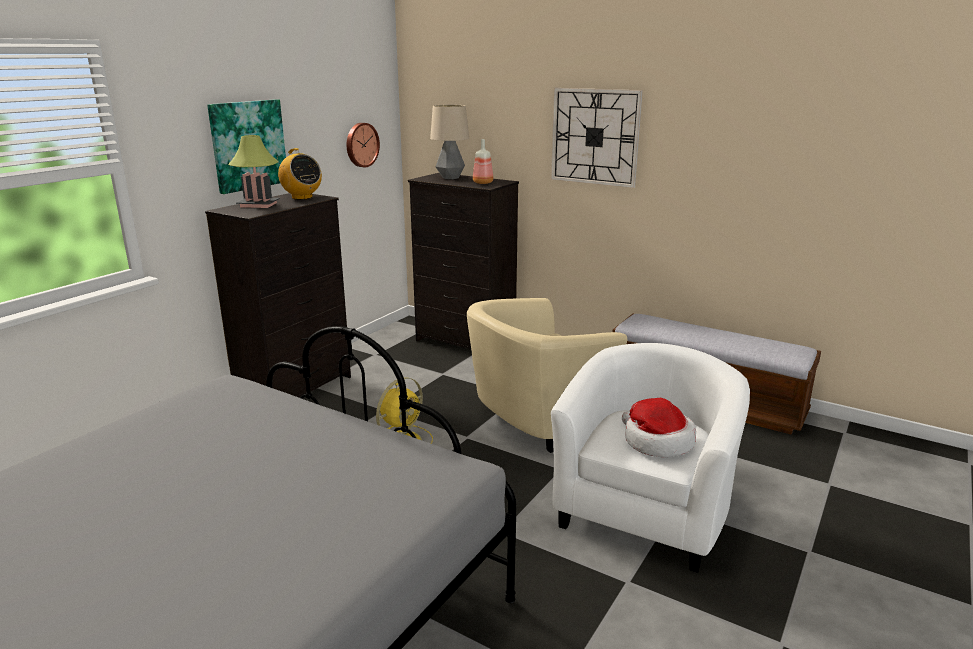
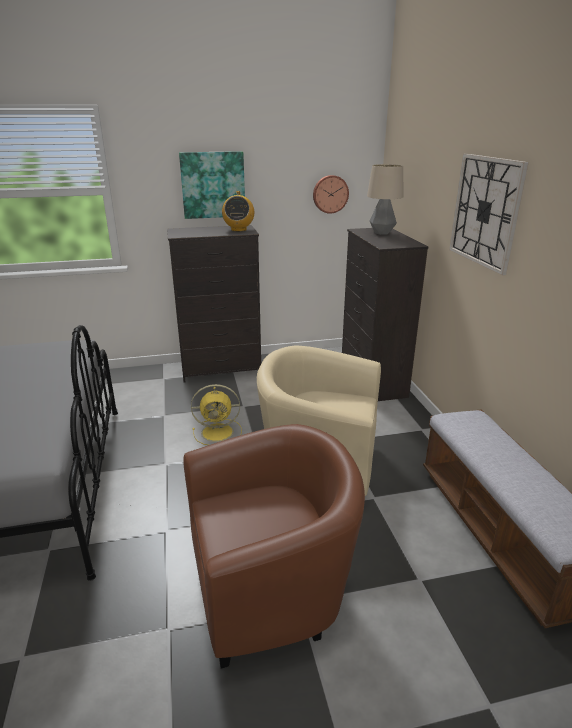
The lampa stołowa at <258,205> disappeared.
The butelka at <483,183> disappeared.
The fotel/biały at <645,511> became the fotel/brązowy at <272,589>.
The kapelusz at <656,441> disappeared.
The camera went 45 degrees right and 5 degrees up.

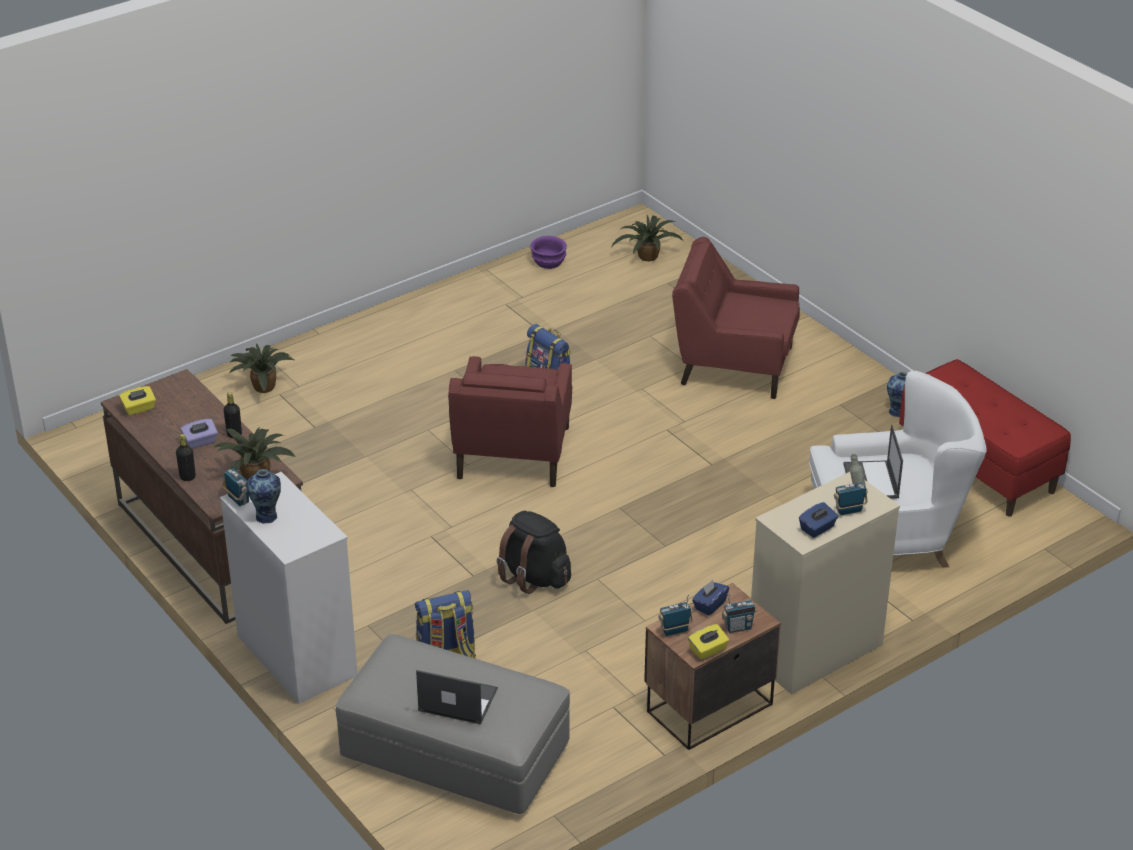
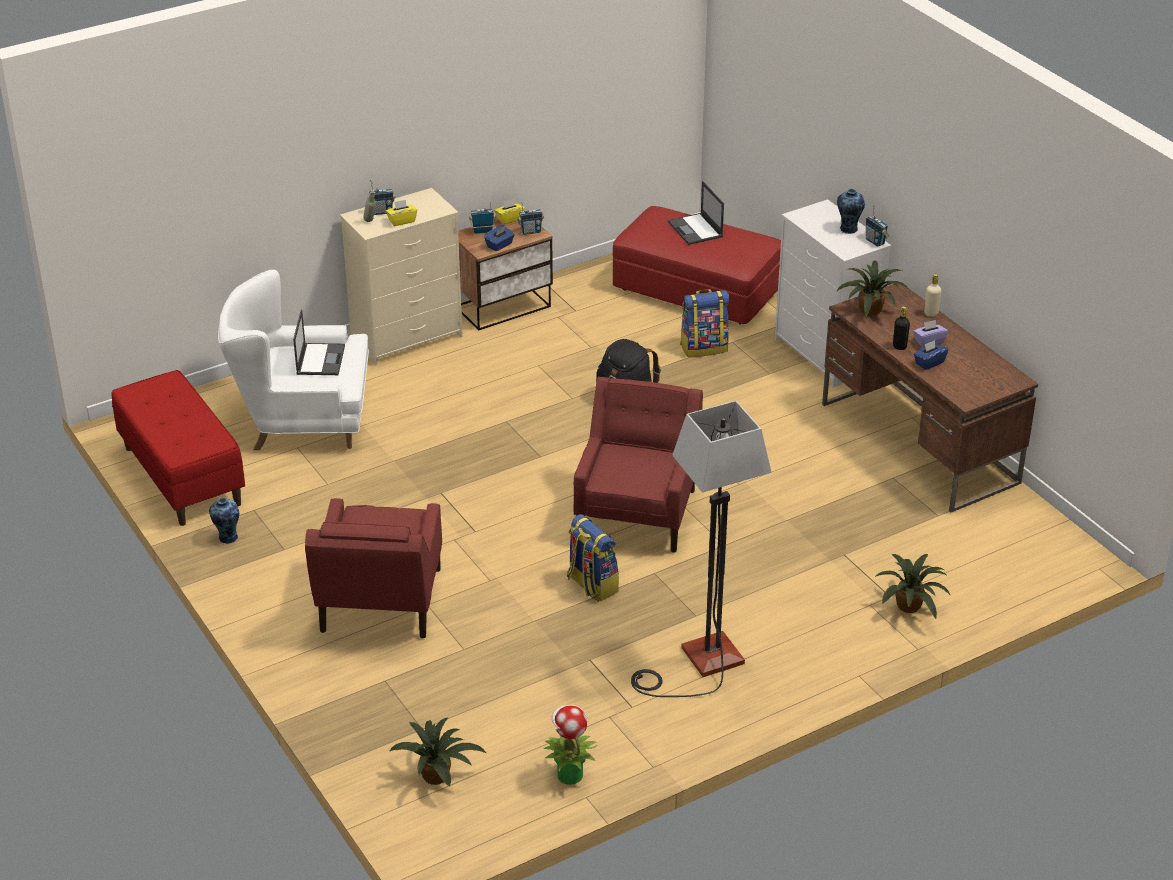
The miska/fioletowy at <549,262> was replaced by the roślina doniczkowa at <569,774>.
The fotel/czerwony at <733,365> turned 75 degrees clockwise.
The pudełko chusteczek/żółty moved from <139,409> to <401,221>.
The butelka/czarny at <187,477> became the butelka/beżowy at <931,313>.
The pudełko chusteczek/niebieski moved from <817,528> to <929,363>.
The pufa/szary at <455,752> became the pufa/czerwony at <697,290>.
The laptop at <456,700> turned 45 degrees clockwise.
The lampa stojąca at <699,664> appeared.
The camera went 175 degrees left and 0 degrees up.

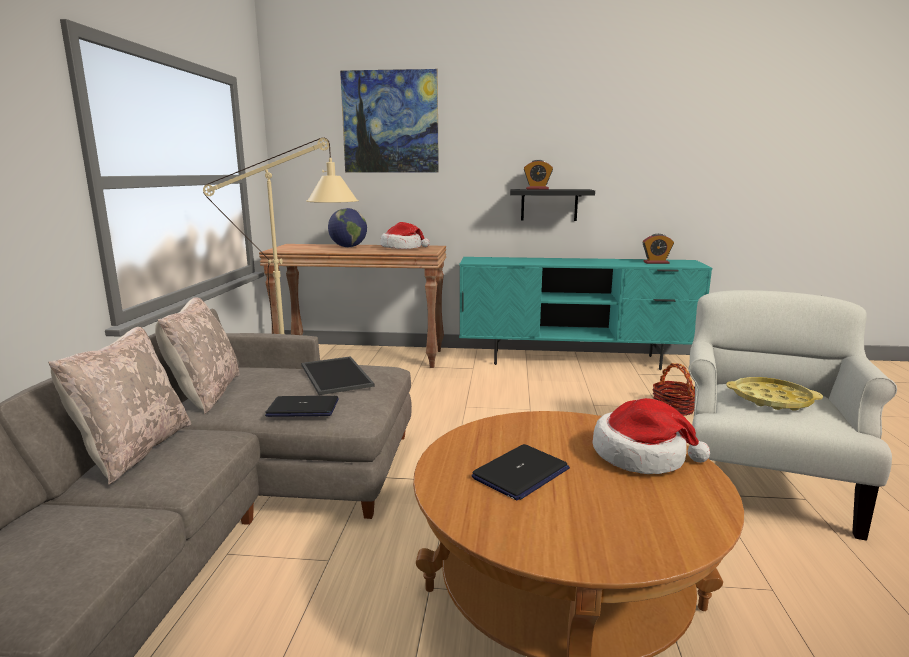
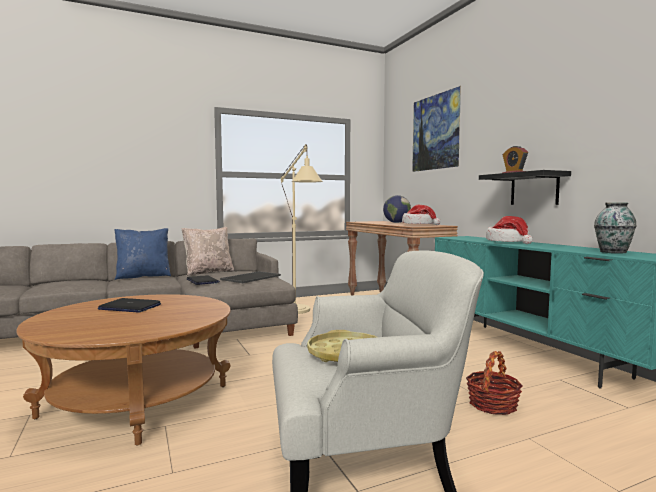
The budzik at <656,262> was replaced by the wazon at <613,252>.
The poduszka/beżowy at <134,451> became the poduszka/niebieski at <143,276>.
The kapelusz moved from <641,455> to <508,242>.
The camera went 60 degrees right and 10 degrees down.

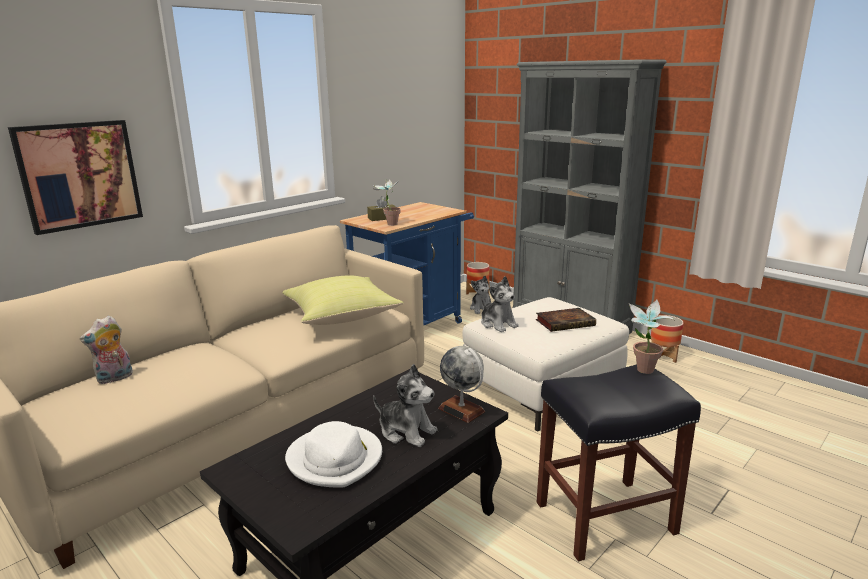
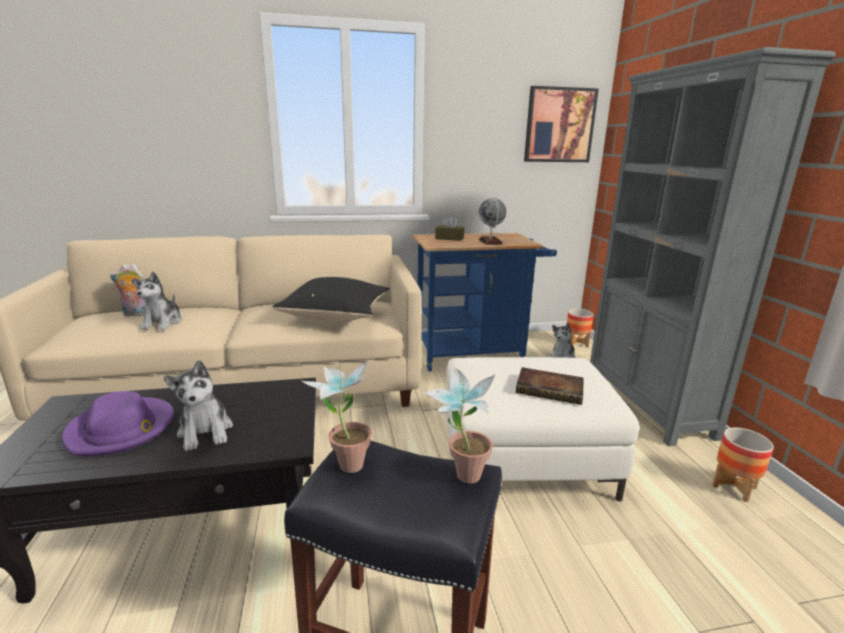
The obraz moved from <79,175> to <559,125>.
The roślina doniczkowa moved from <388,224> to <345,461>.
The poduszka/żółty at <342,316> became the poduszka/czarny at <337,316>.
The pluszak moved from <498,324> to <163,323>.
The globus moved from <461,410> to <490,242>.
The kapelusz/biały at <336,459> became the kapelusz/fioletowy at <122,429>.
The camera went 35 degrees right and 0 degrees up.

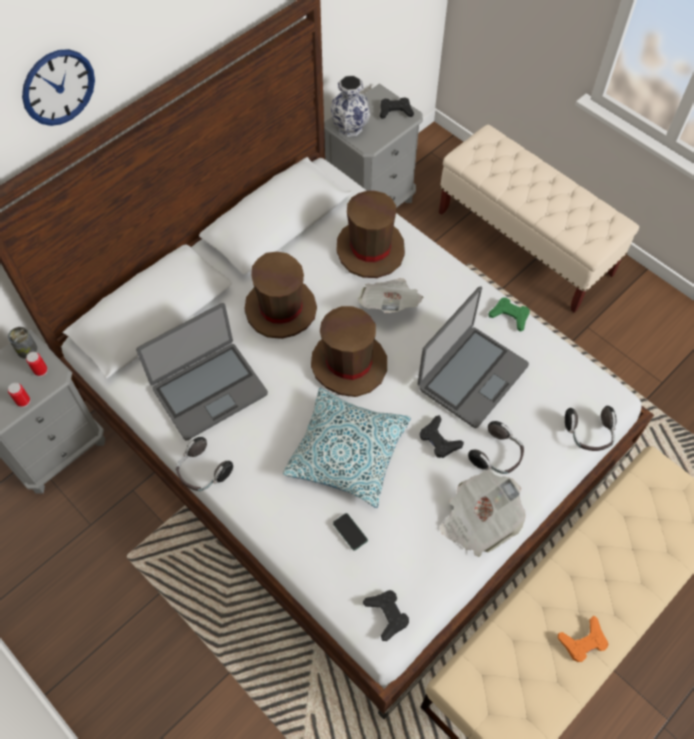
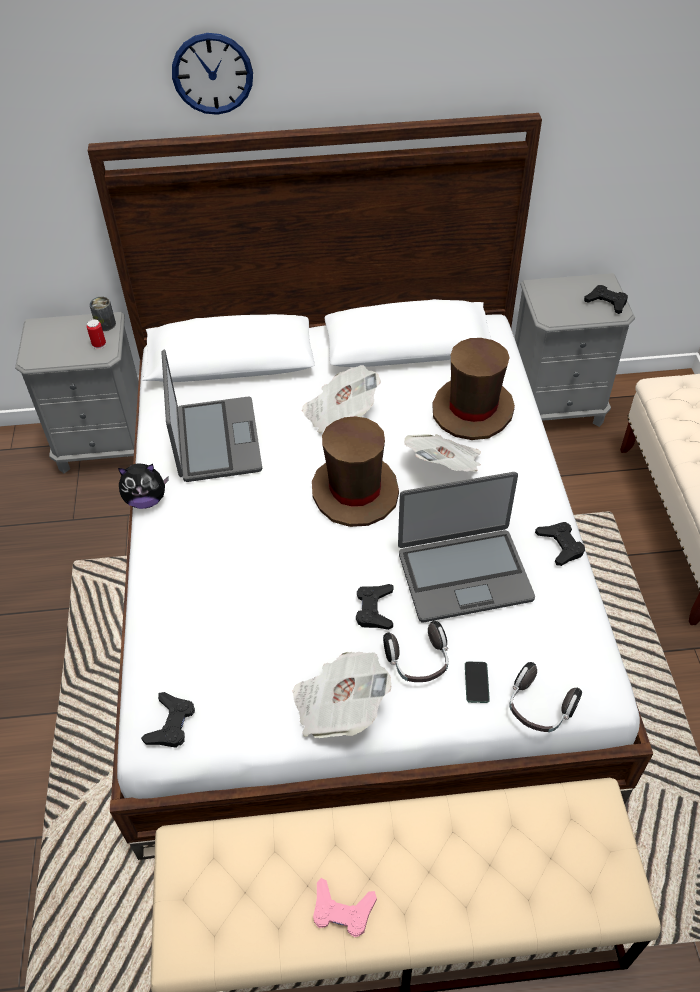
The wazon at <350,128> disappeared.
The kapelusz/brązowy at <280,309> was replaced by the gazeta at <340,413>.
The pad do gier/zielony at <509,316> became the pad do gier/czarny at <560,545>.
The laptop at <209,390> turned 105 degrees counterclockwise.
The puszka at <23,401> disappeared.
The poduszka at <347,452> disappeared.
The słuchawki at <203,472> was replaced by the pluszak at <146,500>.
The telefon moved from <350,532> to <476,682>.
The pad do gier/pomarańczowy at <583,641> became the pad do gier/różowy at <342,910>.
The camera went 40 degrees right and 10 degrees down.

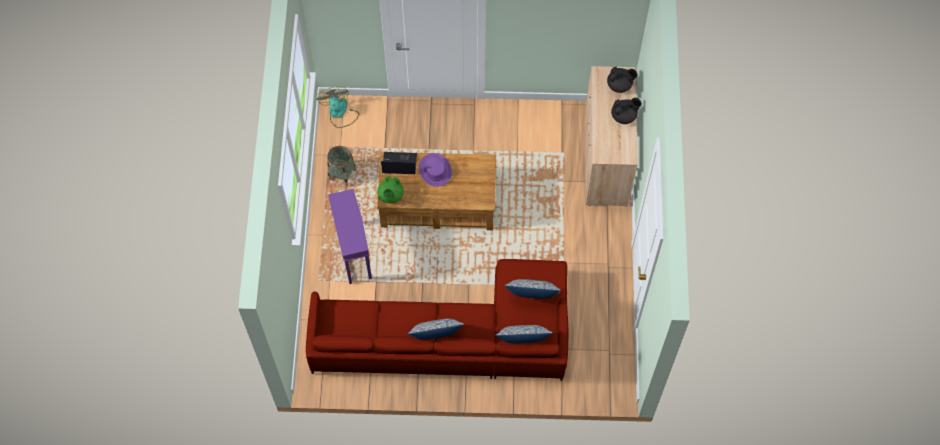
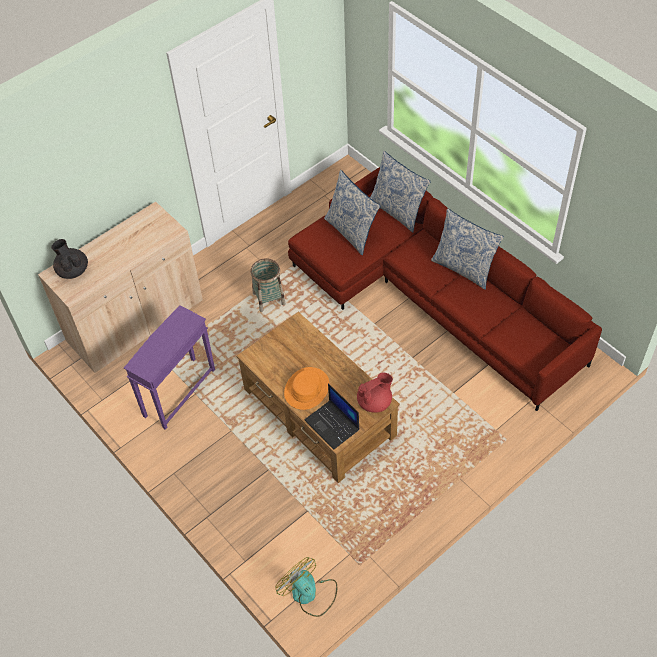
The wentylator at <339,113> turned 105 degrees clockwise.
The imbryk/czarny at <624,116> disappeared.
The koszyk moved from <342,174> to <269,299>.
The kapelusz/fioletowy at <435,170> became the kapelusz/pomarańczowy at <306,389>.
The imbryk/zielony at <390,195> became the imbryk/czerwony at <375,402>.
The stolik/fioletowy moved from <354,252> to <179,393>.
The camera went 130 degrees left and 10 degrees down.

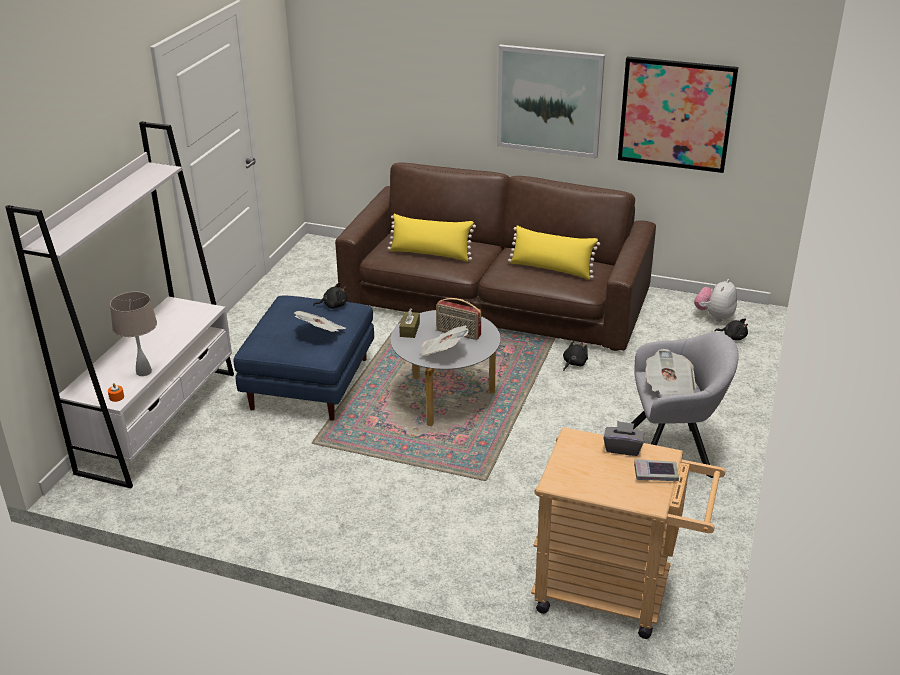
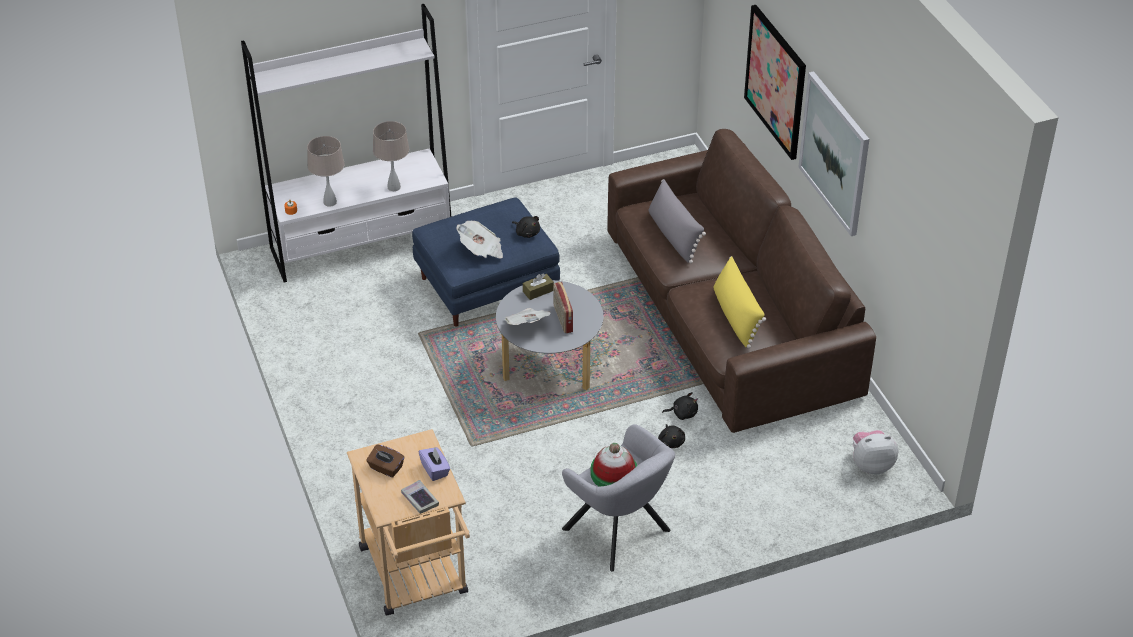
The obraz moved from <676,114> to <776,81>.
The poduszka/żółty at <430,254> became the poduszka/szary at <674,235>.
The pluszak/czarny moved from <733,337> to <671,442>.
The gazeta at <669,389> was replaced by the kapelusz at <613,473>.
The pudełko chusteczek/szary at <622,448> became the pudełko chusteczek/fioletowy at <435,470>.
The lampa stołowa/beżowy at <394,187> appeared.
The pudełko chusteczek/brązowy at <386,468> appeared.
The camera went 50 degrees right and 10 degrees up.

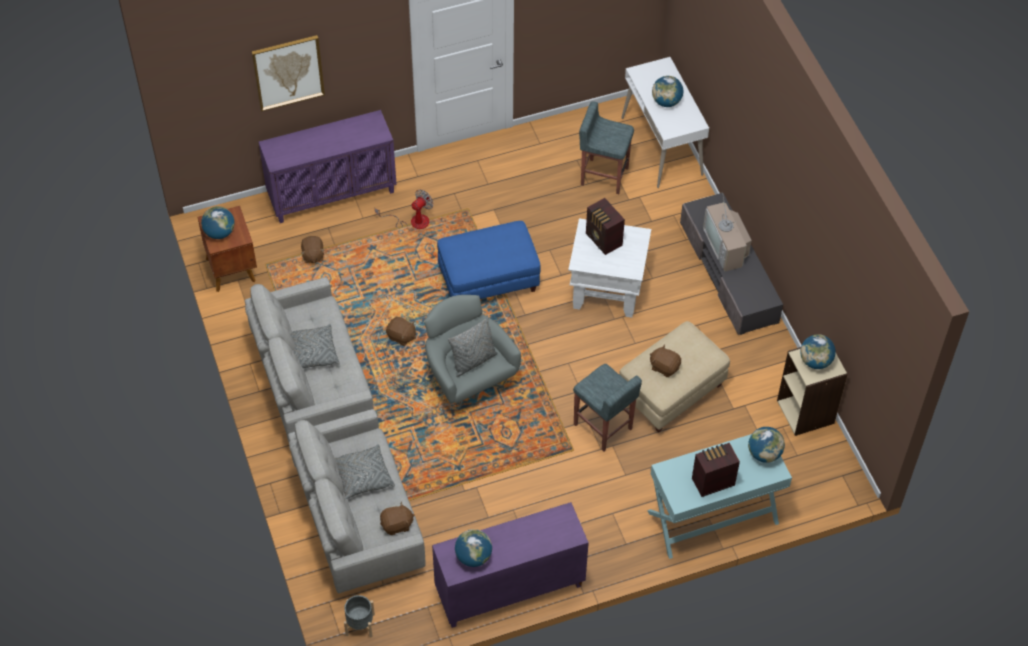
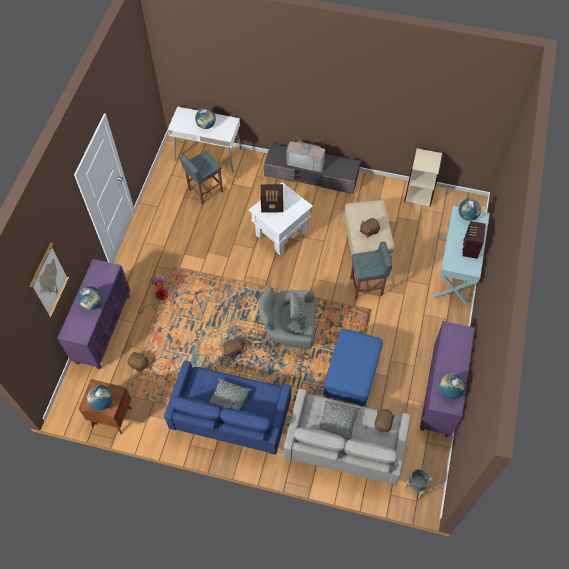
The pufa/niebieski moved from <488,280> to <351,375>.
The kanapa/szary at <312,382> became the kanapa/niebieski at <230,417>.
The globus moved from <815,361> to <92,304>.
The camera went 55 degrees left and 5 degrees up.

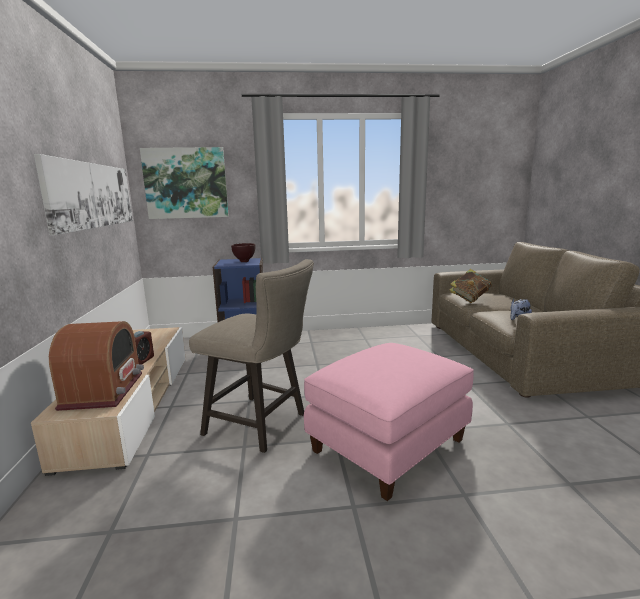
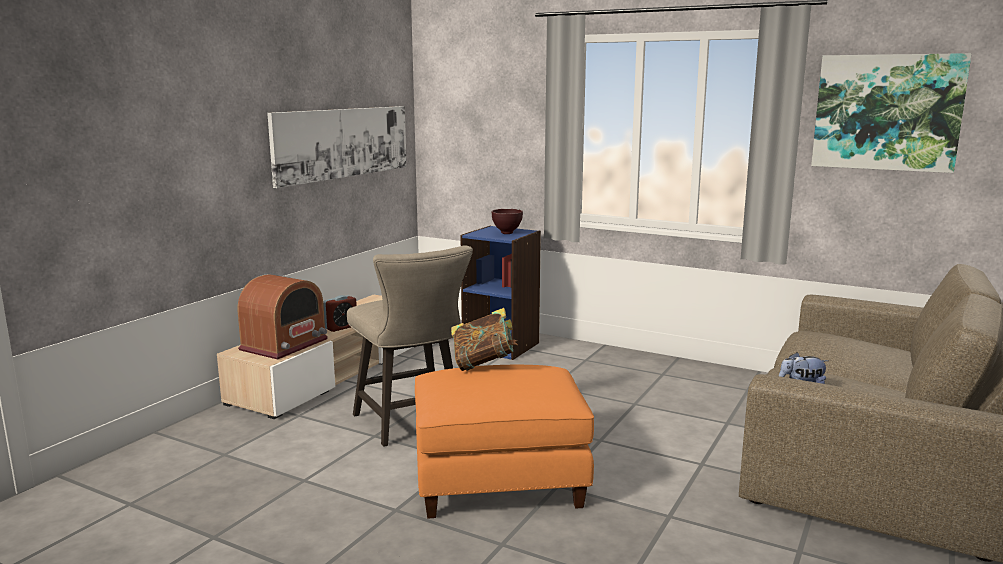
The obraz moved from <186,183> to <887,112>.
The książka moved from <469,299> to <484,364>.
The pufa/różowy at <387,444> became the pufa/pomarańczowy at <499,482>.
The camera went 35 degrees right and 0 degrees up.

